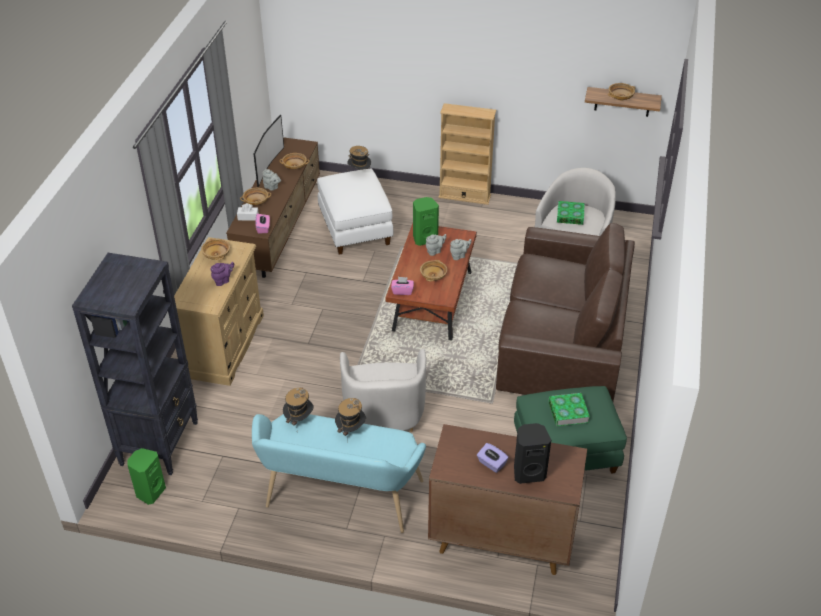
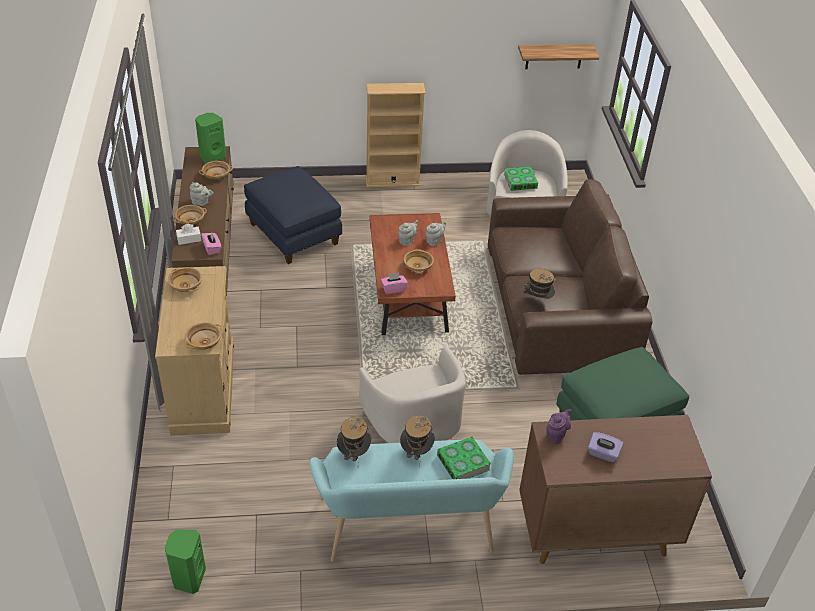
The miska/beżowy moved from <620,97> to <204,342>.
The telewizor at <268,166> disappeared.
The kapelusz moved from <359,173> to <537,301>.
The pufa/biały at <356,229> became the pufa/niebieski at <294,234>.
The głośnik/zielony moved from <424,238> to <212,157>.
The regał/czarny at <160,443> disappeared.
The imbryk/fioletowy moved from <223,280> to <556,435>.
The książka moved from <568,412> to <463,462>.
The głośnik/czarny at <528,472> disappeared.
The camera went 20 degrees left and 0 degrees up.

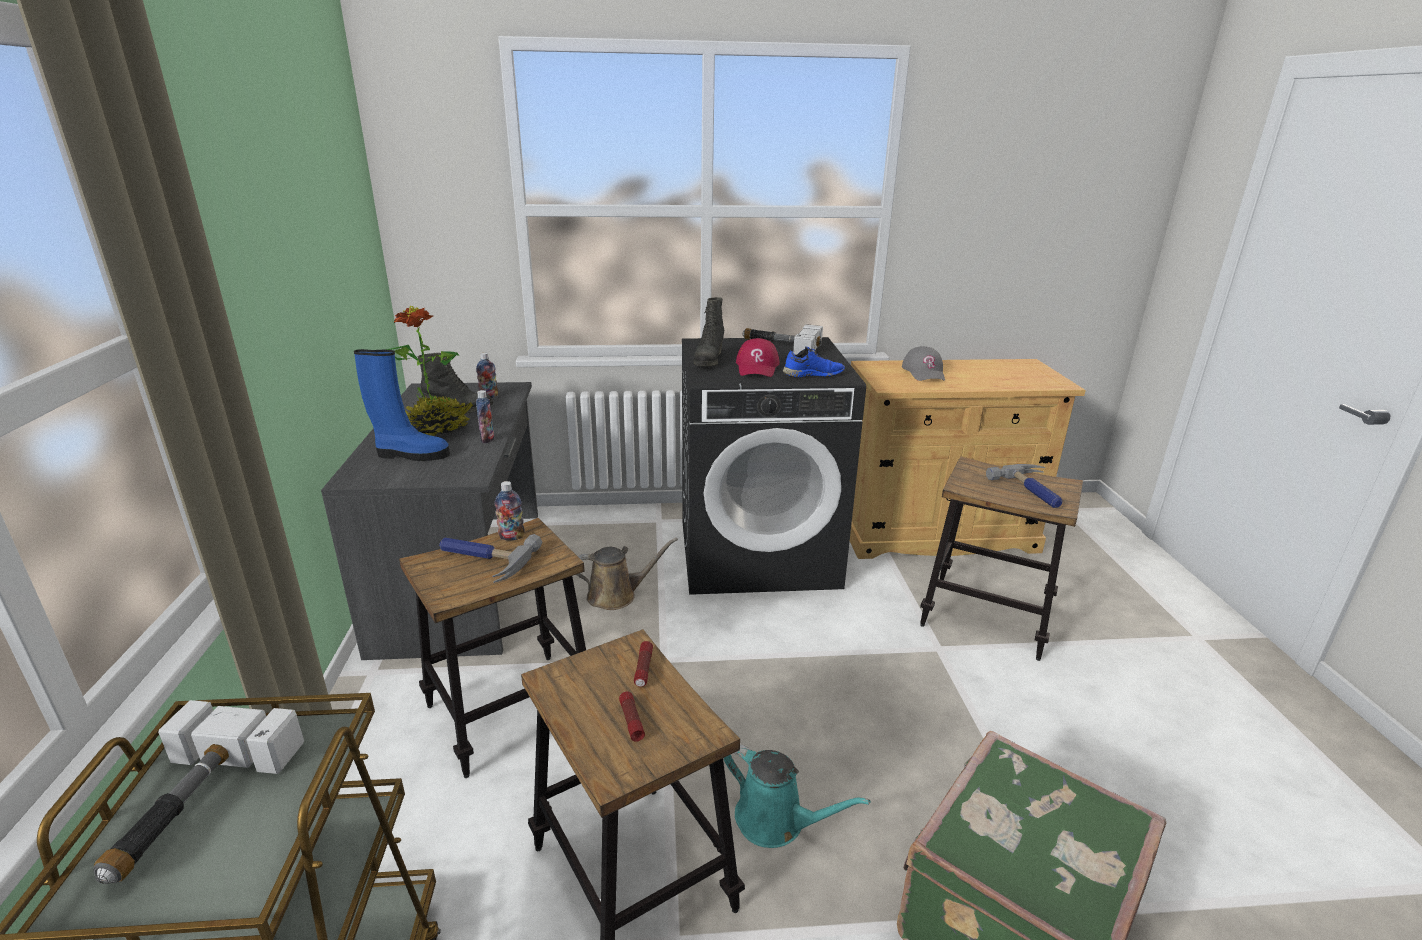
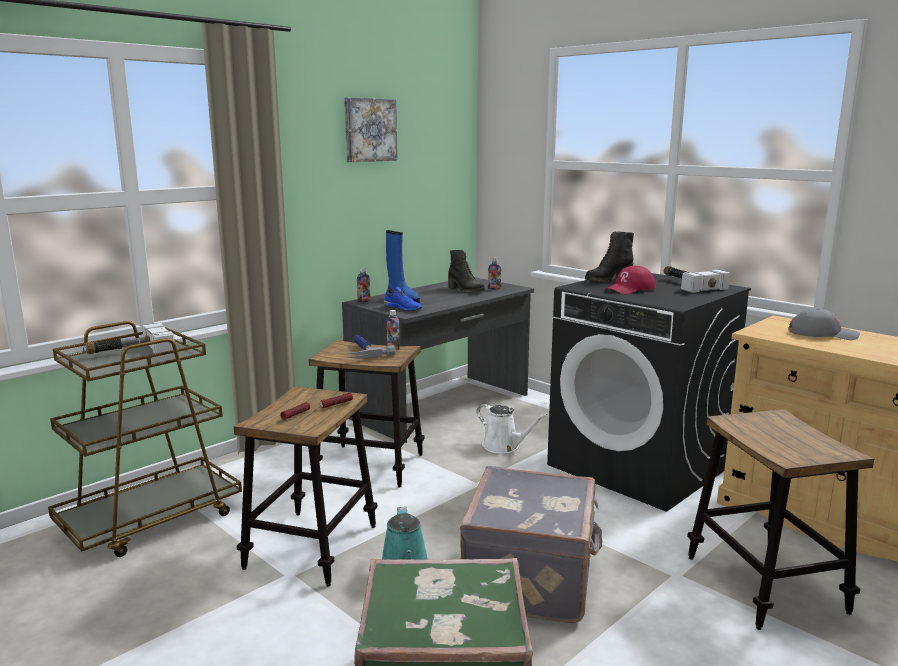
The roślina doniczkowa at <437,429> disappeared.
The but/niebieski moved from <813,374> to <403,308>.
The czapka z daszkiem/szary at <924,372> turned 120 degrees counterclockwise.
The butelka moved from <487,439> to <364,301>.
The młotek at <1034,491> disappeared.
The konewka/brązowy at <616,595> became the konewka/biały at <504,447>.
The obraz at <369,130> appeared.
The walizka/szary at <532,579> appeared.
The camera went 50 degrees right and 10 degrees down.

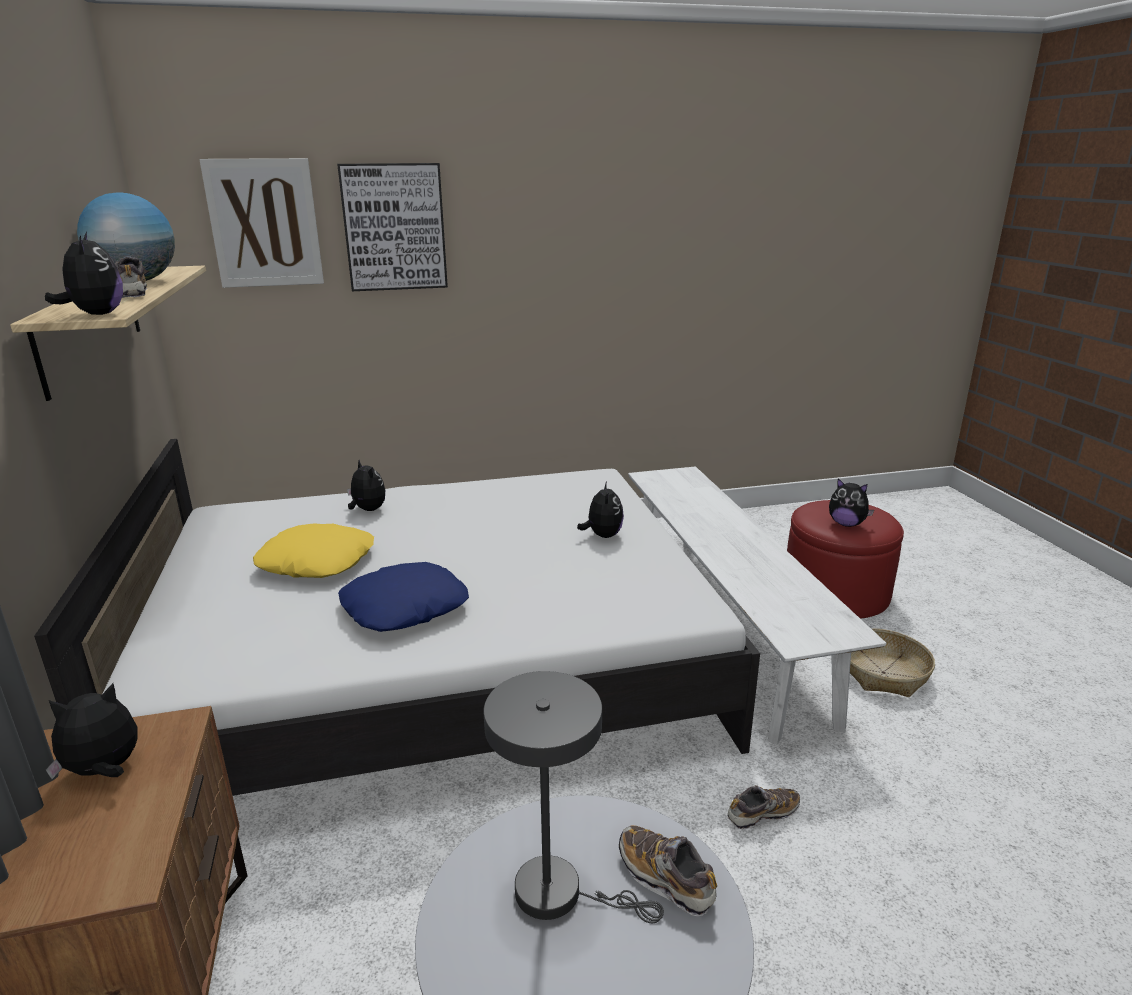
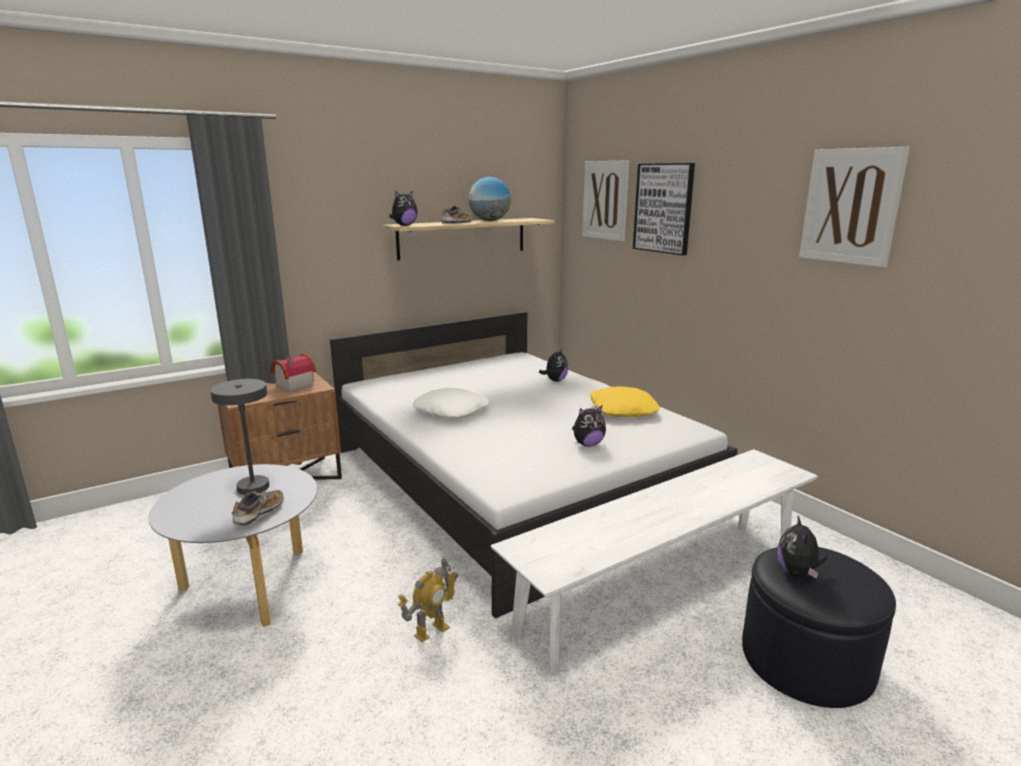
The pufa/czerwony at <836,592> became the pufa/czarny at <807,660>.
The poduszka/żółty moved from <317,561> to <623,409>.
The poduszka/niebieski at <404,607> became the poduszka/biały at <451,411>.
The koszyk at <883,673> disappeared.
The pluszak at <104,770> was replaced by the domek at <292,385>.
The but at <762,814> was replaced by the robot zabawkowy at <431,631>.
The obraz at <851,206> appeared.
The camera went 70 degrees right and 5 degrees down.

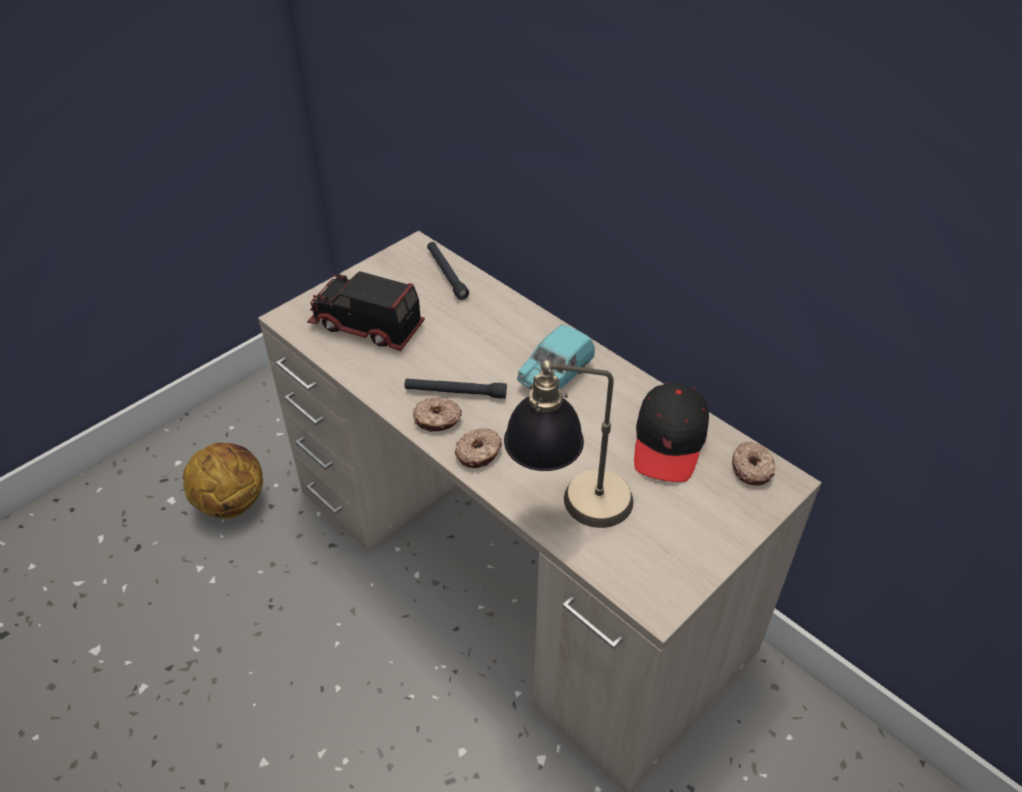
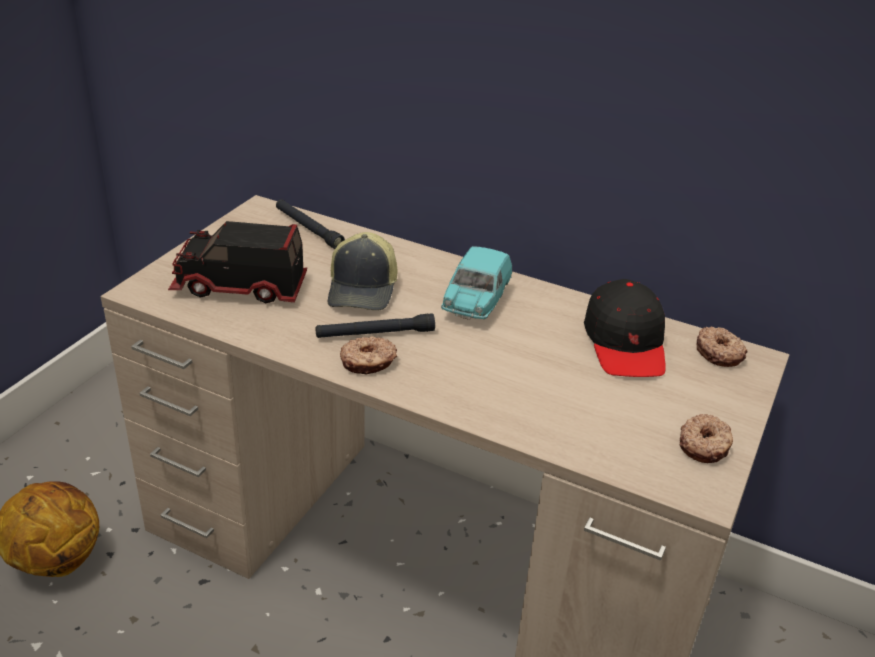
The lampa stołowa at <569,507> disappeared.
The donut moved from <479,453> to <704,446>.
The czapka z daszkiem at <364,289> appeared.
The camera went 20 degrees left and 10 degrees down.

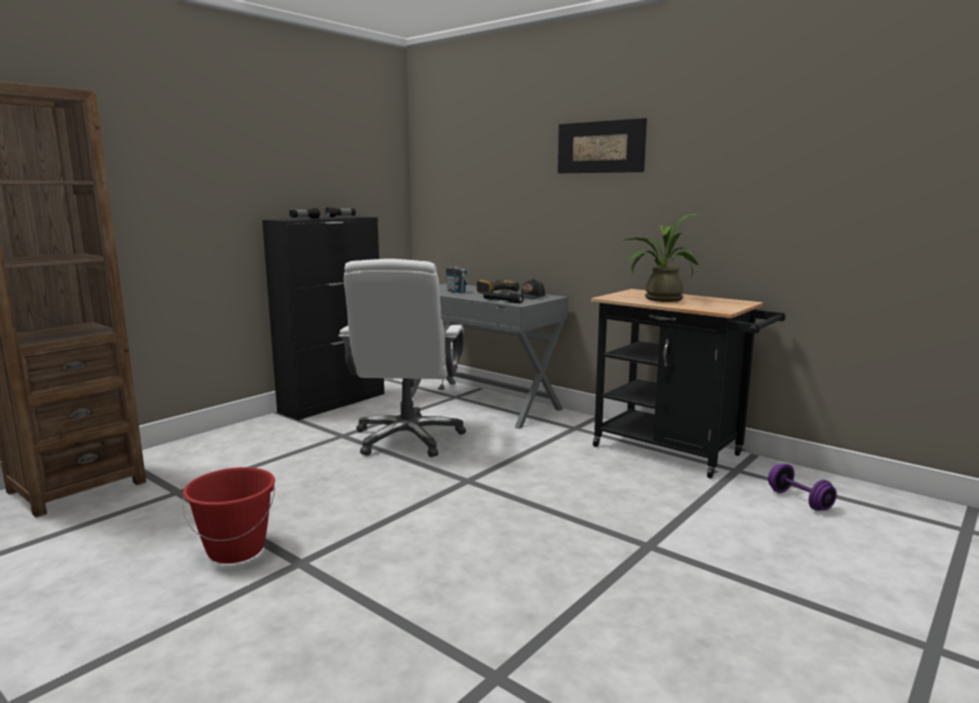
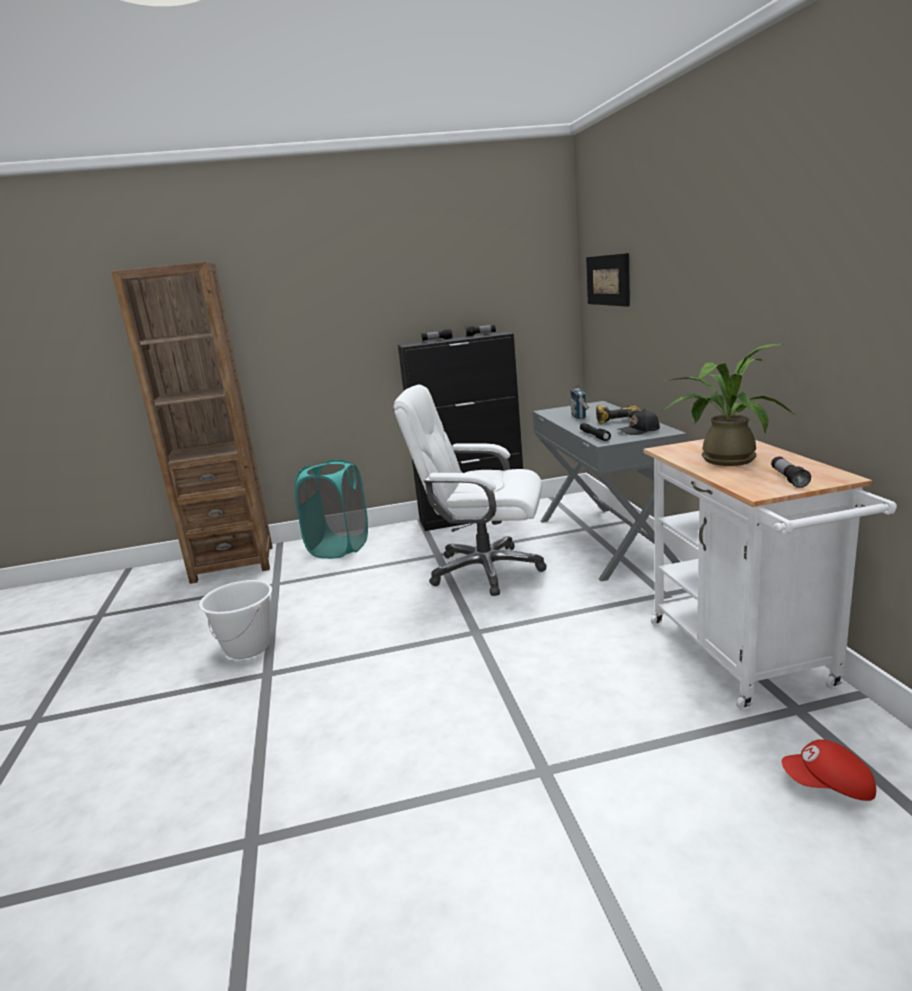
The obraz moved from <600,147> to <607,280>.
The krzesło biurowe/biały at <408,438> turned 60 degrees clockwise.
The wózek/czarny at <675,452> became the wózek/biały at <746,659>.
The hantel/fioletowy at <799,500> was replaced by the czapka z daszkiem/czerwony at <829,786>.
The wiadro/czerwony at <236,550> became the wiadro/biały at <248,647>.
The latarka at <788,479> appeared.
The kosz na pranie/turkusowy at <339,547> appeared.
The camera went 40 degrees right and 5 degrees up.

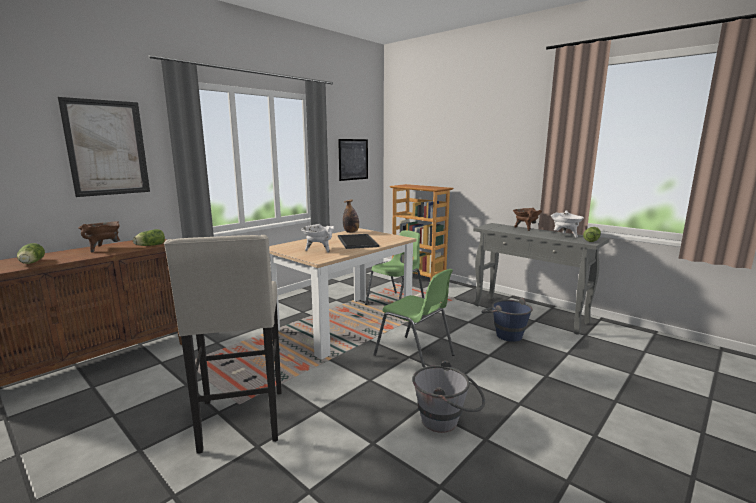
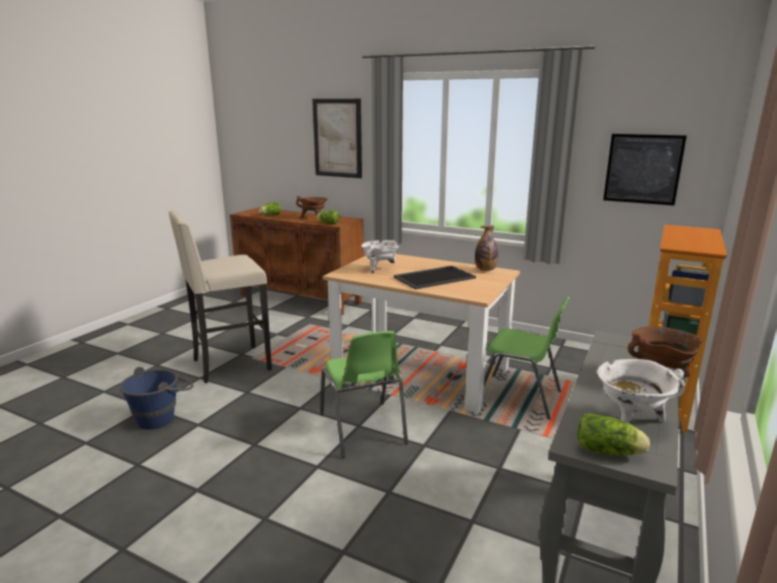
The krzesło/zielony at <415,355> turned 45 degrees counterclockwise.
The wiadro/niebieski moved from <504,334> to <162,416>.
The wiadro/szary at <447,421> disappeared.
The camera went 75 degrees right and 5 degrees up.

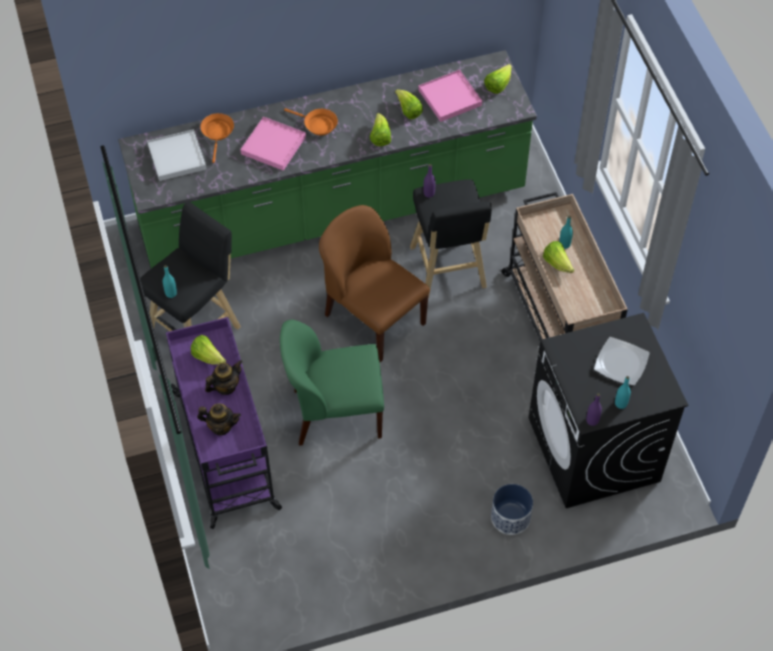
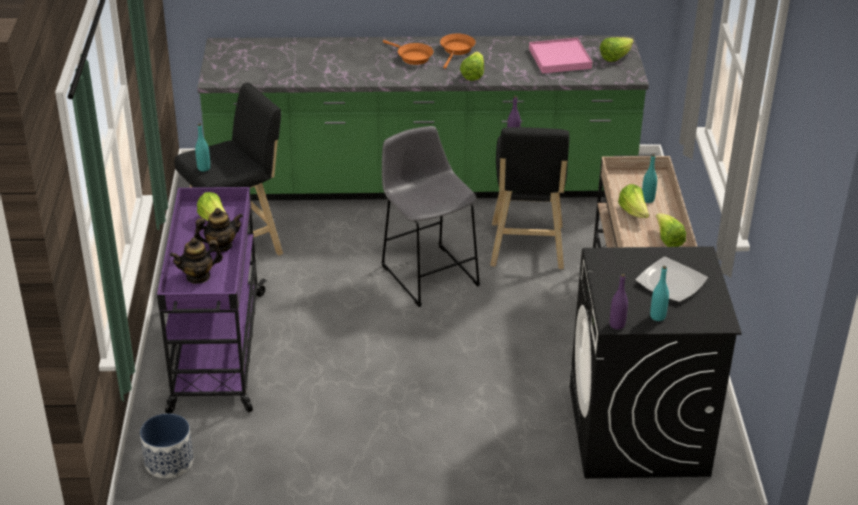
The sałata moved from <408,111> to <668,240>.
The patelnia/pomarańczowy moved from <217,133> to <456,50>.
The taca/różowy at <273,145> disappeared.
The taca/biały at <177,157> disappeared.
The krzesło/brązowy at <373,318> was replaced by the stołek/szary at <428,272>.
The krzesło/zielony at <335,413> disappeared.
The imbryk at <221,426> turned 135 degrees clockwise.
The donica moved from <510,517> to <168,461>.
The camera went 15 degrees right and 20 degrees down.

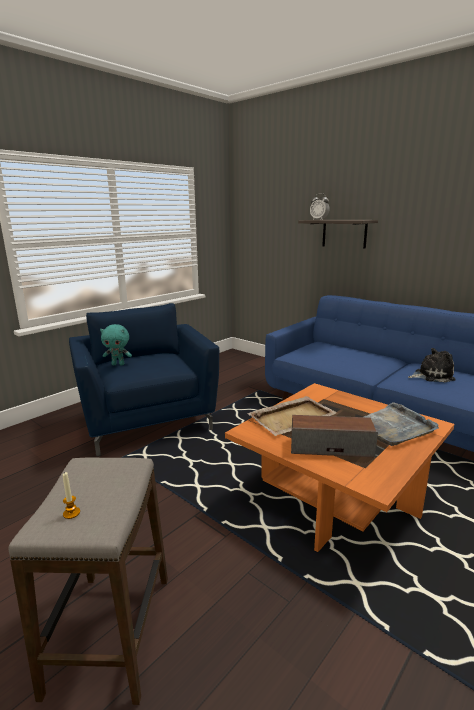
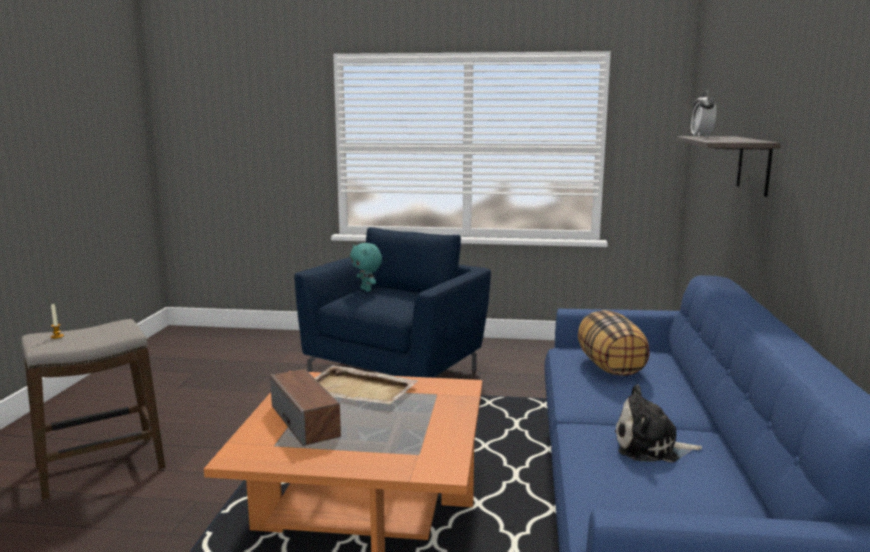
The pluszak at <431,376> turned 135 degrees clockwise.
The taca/szary at <394,427> disappeared.
The poduszka at <611,367> appeared.
The camera went 55 degrees right and 5 degrees down.

